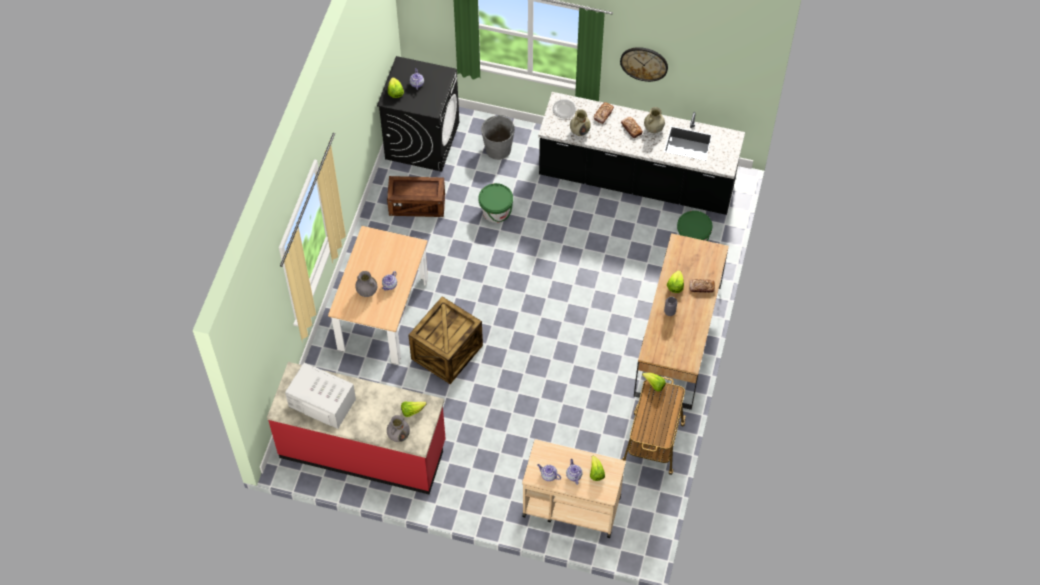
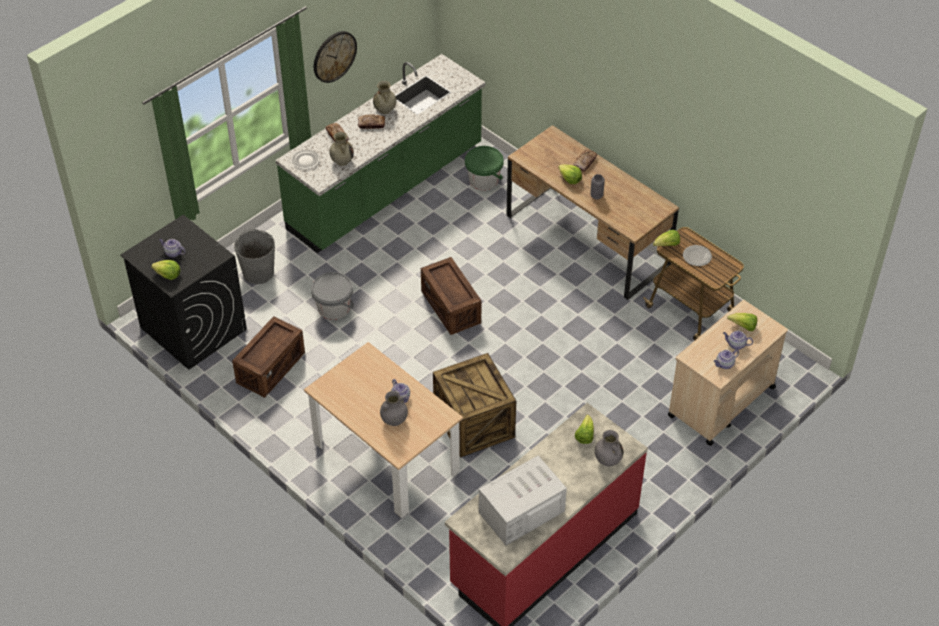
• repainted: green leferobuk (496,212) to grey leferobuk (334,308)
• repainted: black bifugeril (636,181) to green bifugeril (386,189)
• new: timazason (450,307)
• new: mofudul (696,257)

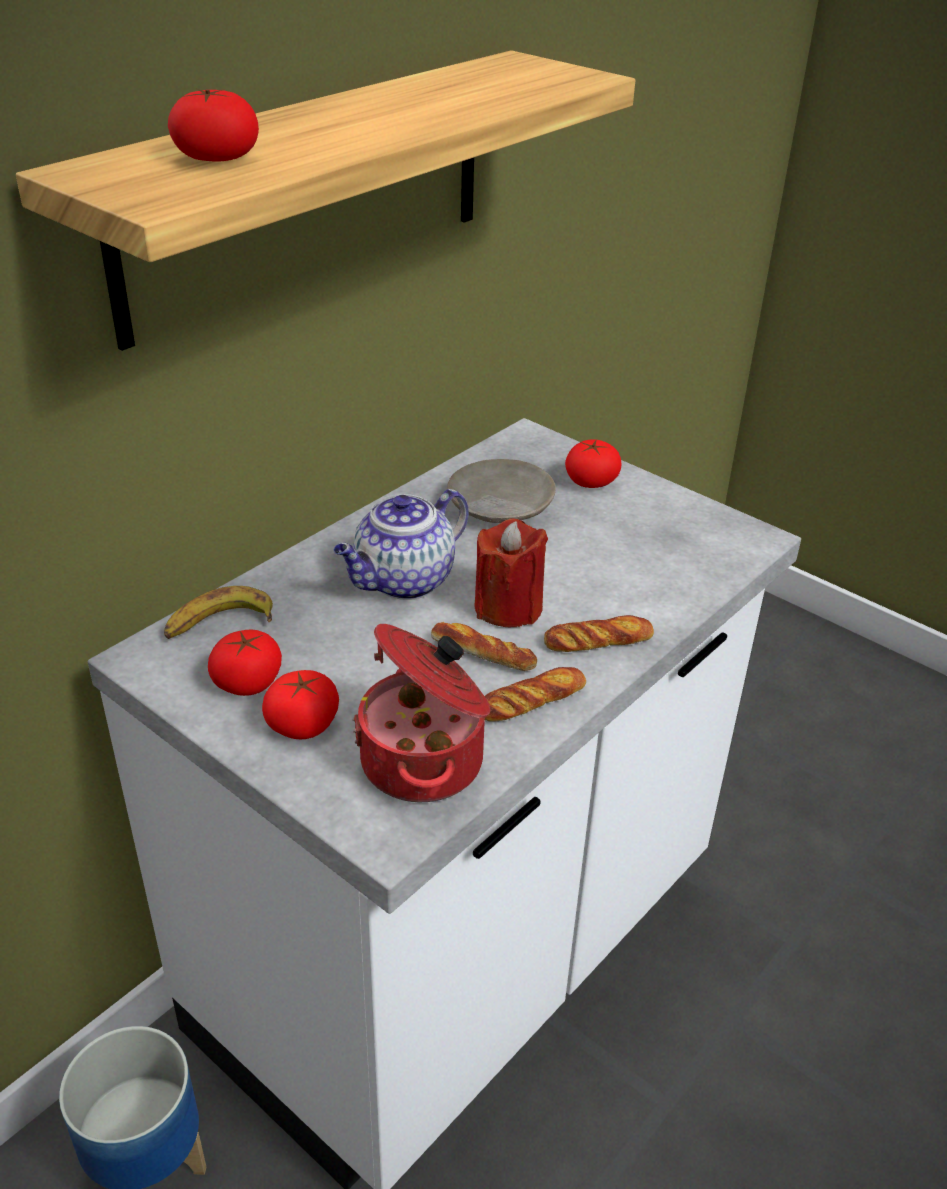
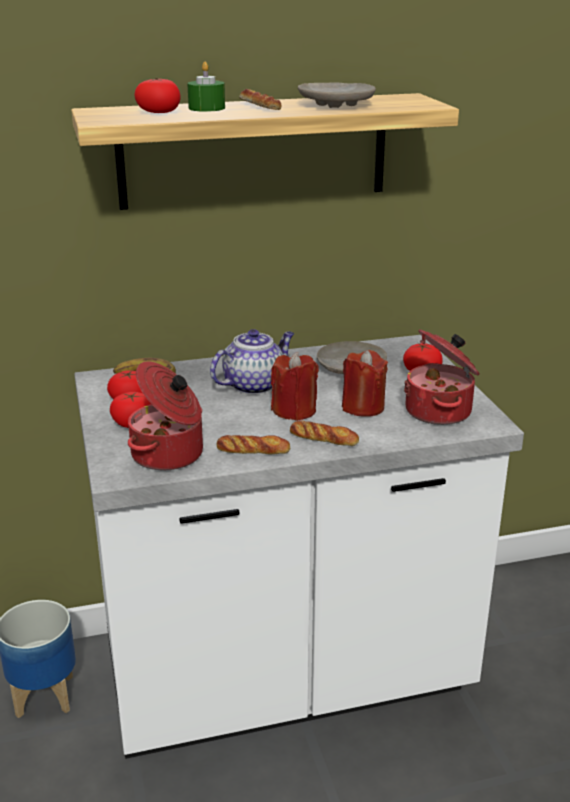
• rotated: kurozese (403,581) = (254,385) 150 degrees clockwise
• shifted: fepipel (483,653) to (259,106)
• new: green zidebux (206,108)
• new: beige mofudul (336,104)
• new: red zidebux (363,407)
• new: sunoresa (440,411)

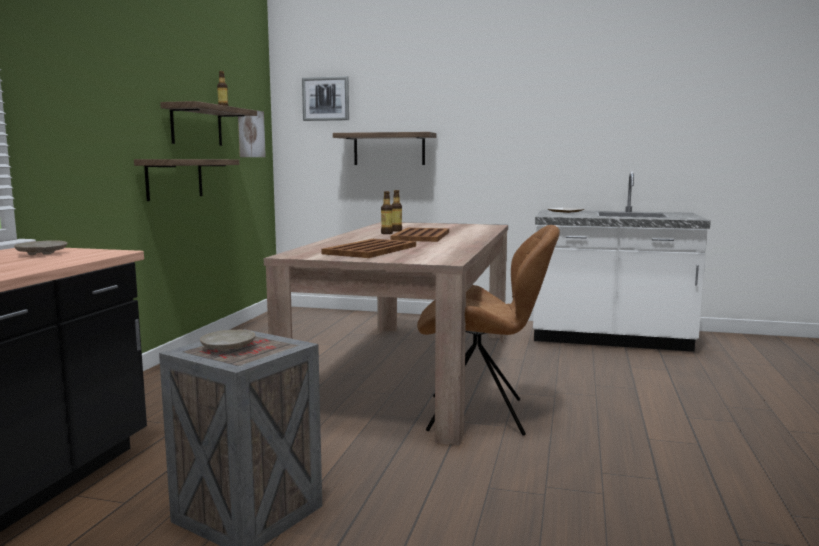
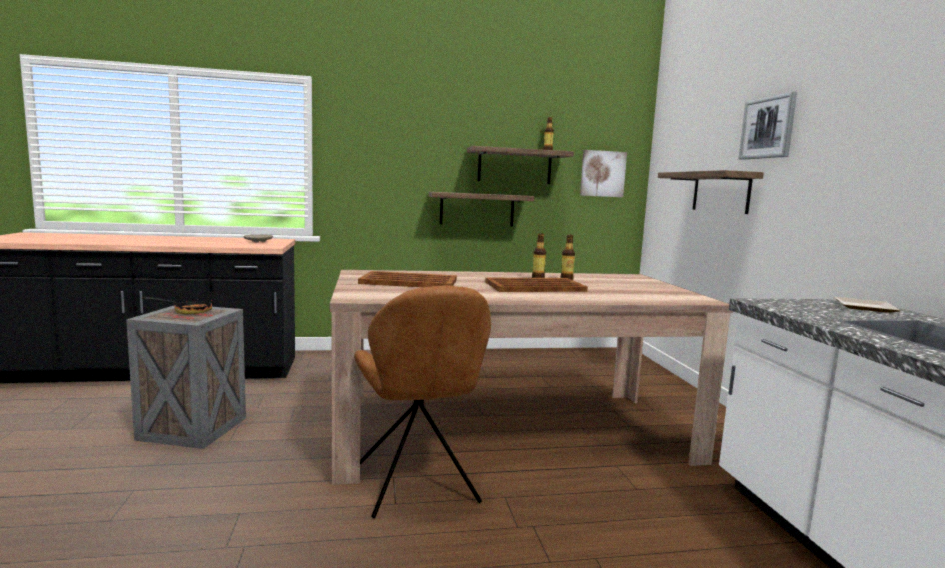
• swapped: beige mofudul (227,348) to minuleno (187,311)
• shifted: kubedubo (326,99) to (768,128)

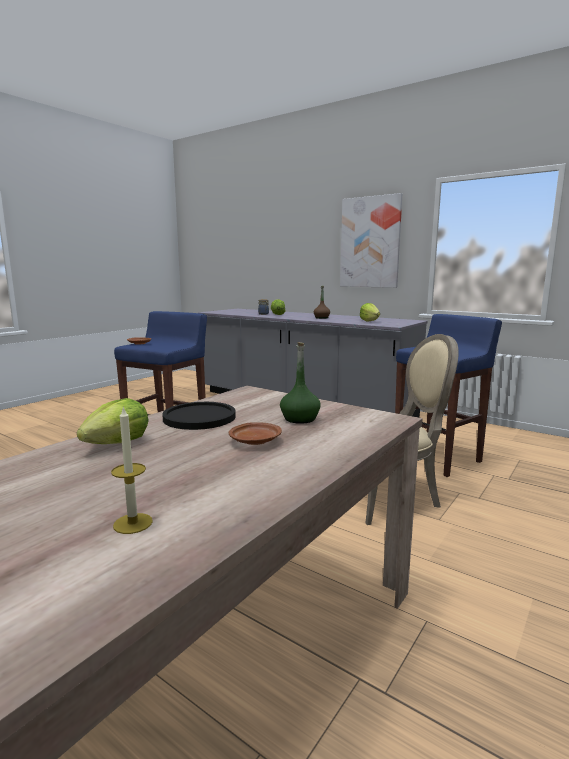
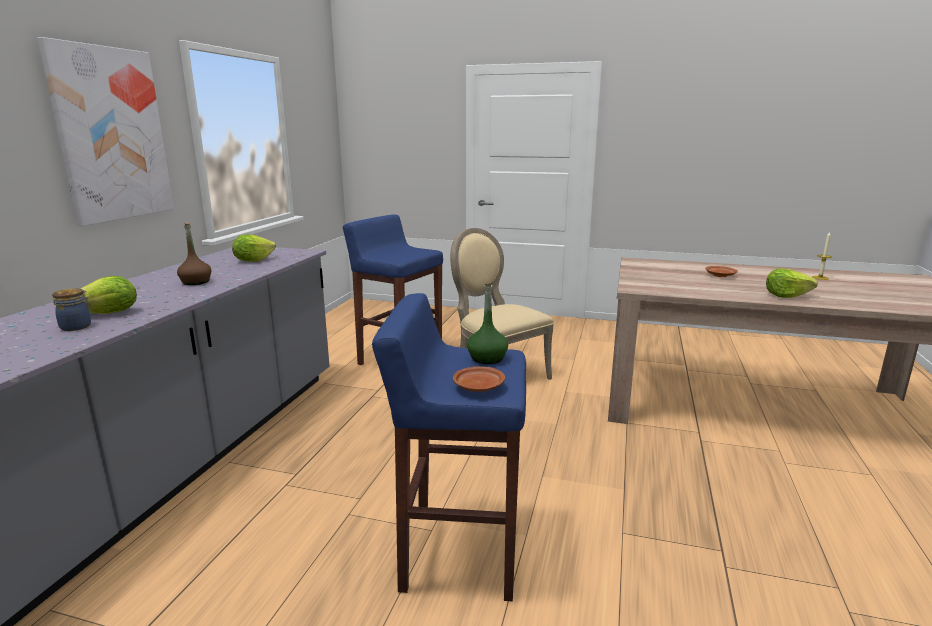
• gone: black mofudul (199,417)
• shifted: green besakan (300,419) to (487,358)

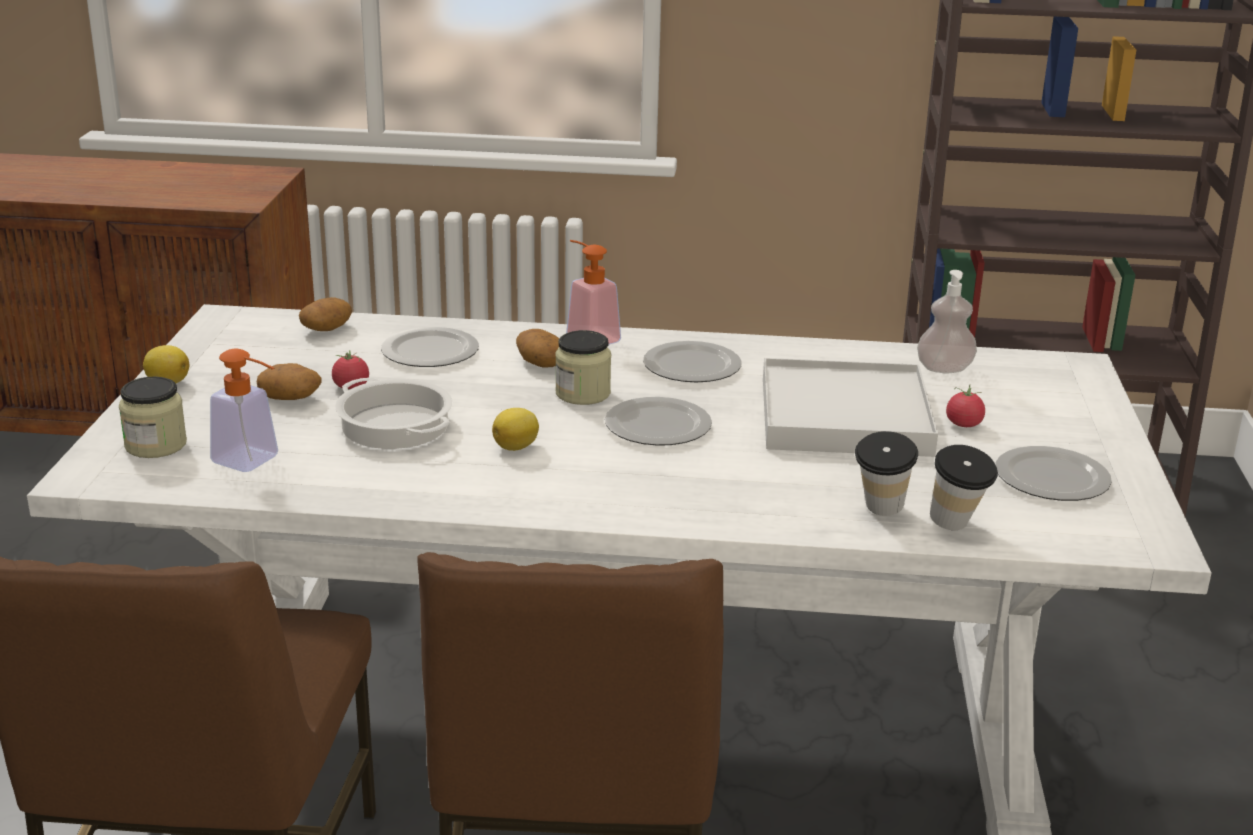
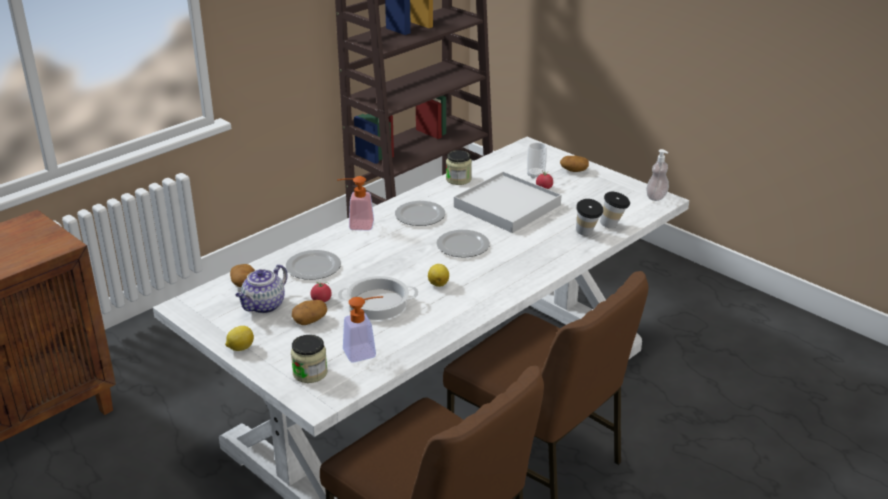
• shifted: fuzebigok (541,363) to (573,170)
• shifted: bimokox (583,393) to (458,179)
• shifted: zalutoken (944,369) to (656,197)
• gone: mofudul (1050,479)
• new: kurozese (264,306)
• new: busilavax (536,175)

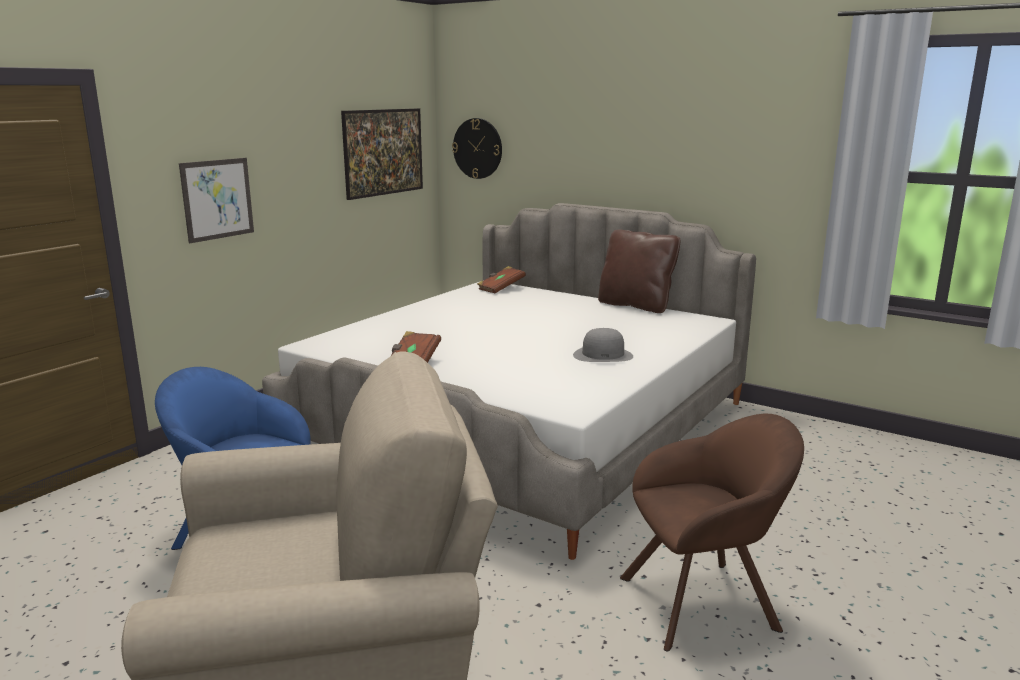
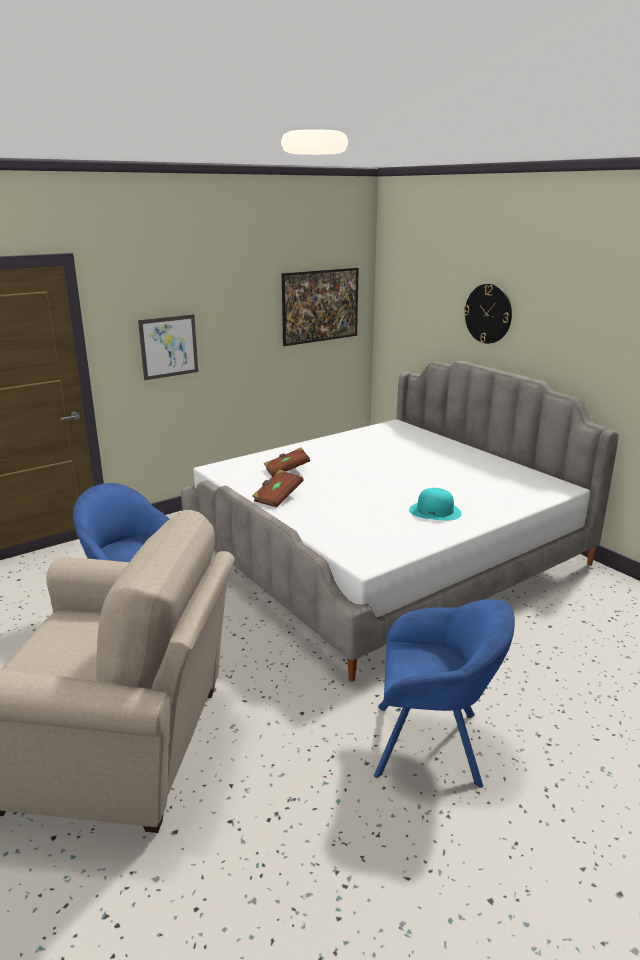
• shifted: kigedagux (477,148) to (488,313)
• shifted: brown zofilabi (501,289) to (286,470)
• repainted: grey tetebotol (603,355) to turquoise tetebotol (435,511)
• gone: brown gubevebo (636,305)
• repainted: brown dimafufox (706,602) to blue dimafufox (434,744)

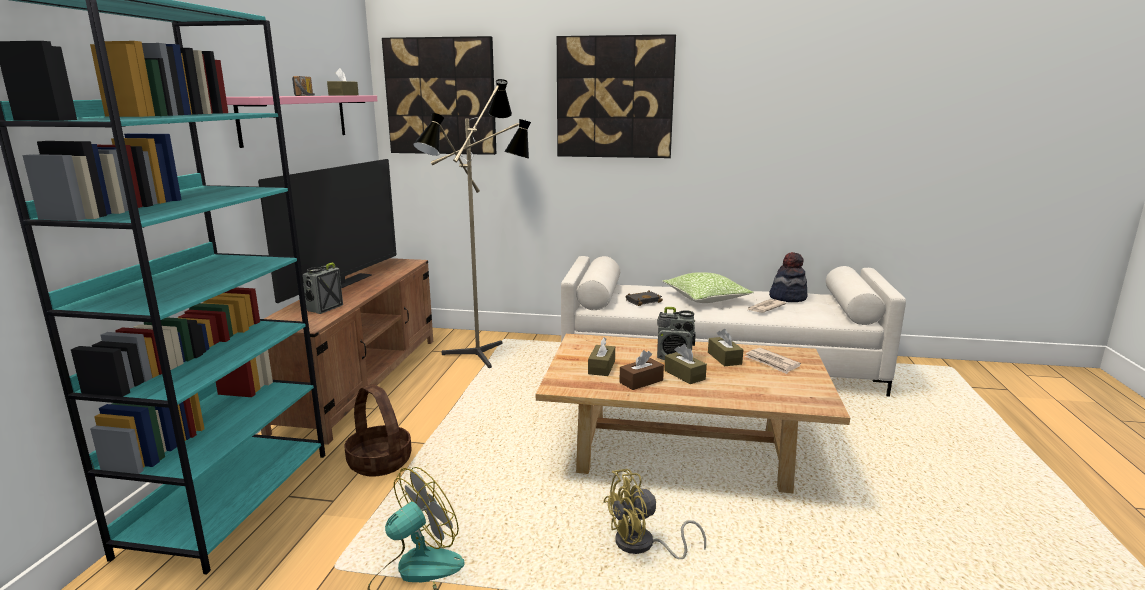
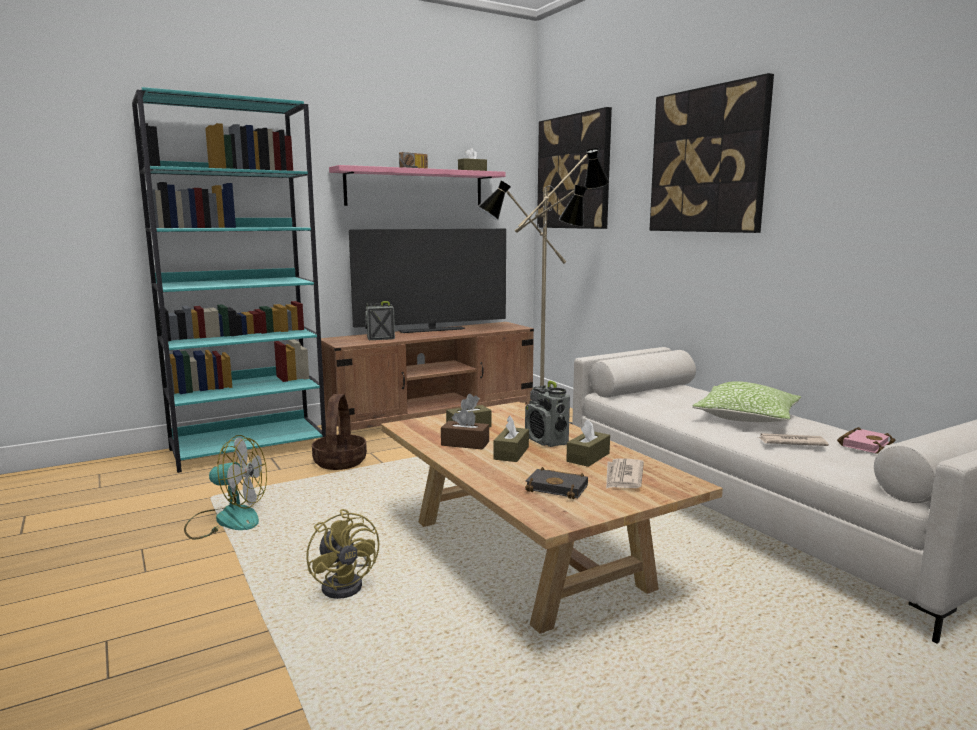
• rotated: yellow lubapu (642,546) = (347,584) 150 degrees counterclockwise
• shifted: black zofilabi (643,300) to (559,488)
• swapped: tetebotol (787,297) to pink zofilabi (863,444)

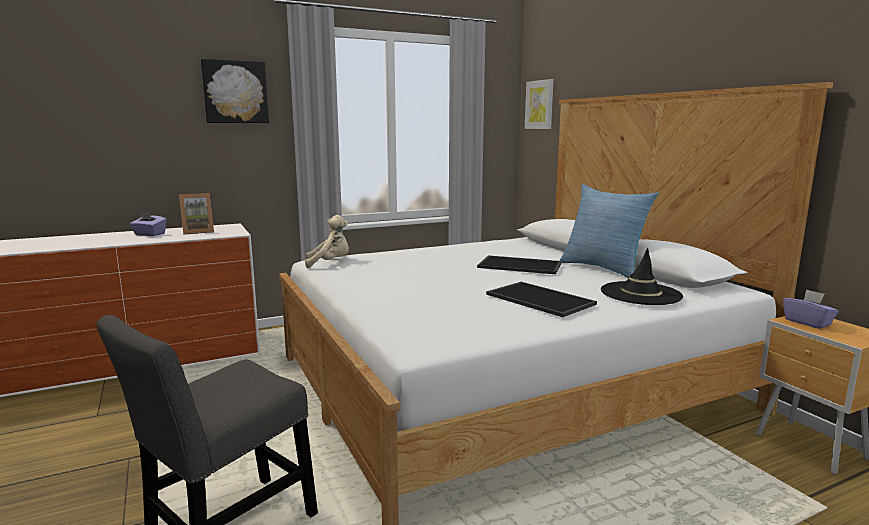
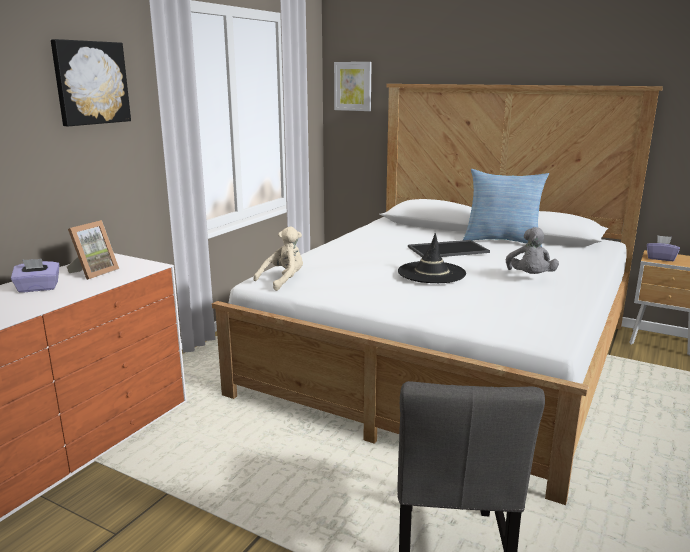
• swapped: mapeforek (538,299) to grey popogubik (530,277)
• shifted: black tetebotol (640,294) to (431,273)

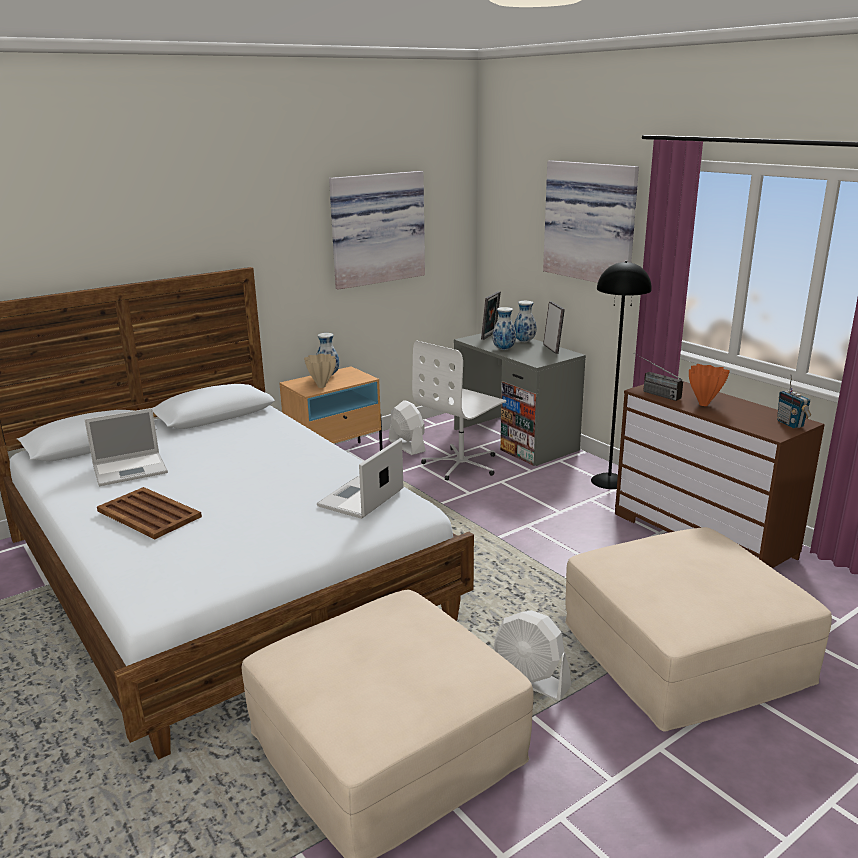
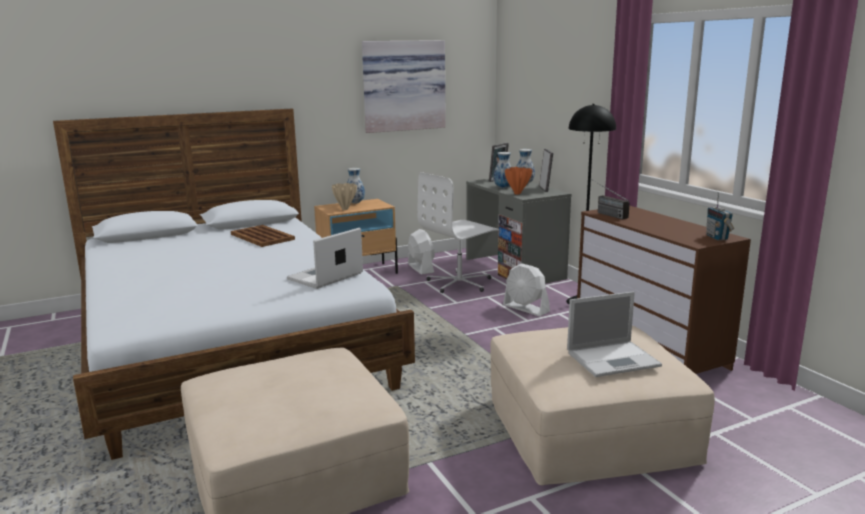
• shifted: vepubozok (131,469) to (614,359)
• shifted: brown mapeforek (149,514) to (262,237)
• shifted: white lubapu (530,680) to (526,308)
• gone: kubedubo (592,222)
• shifted: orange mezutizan (704,404) to (517,194)

